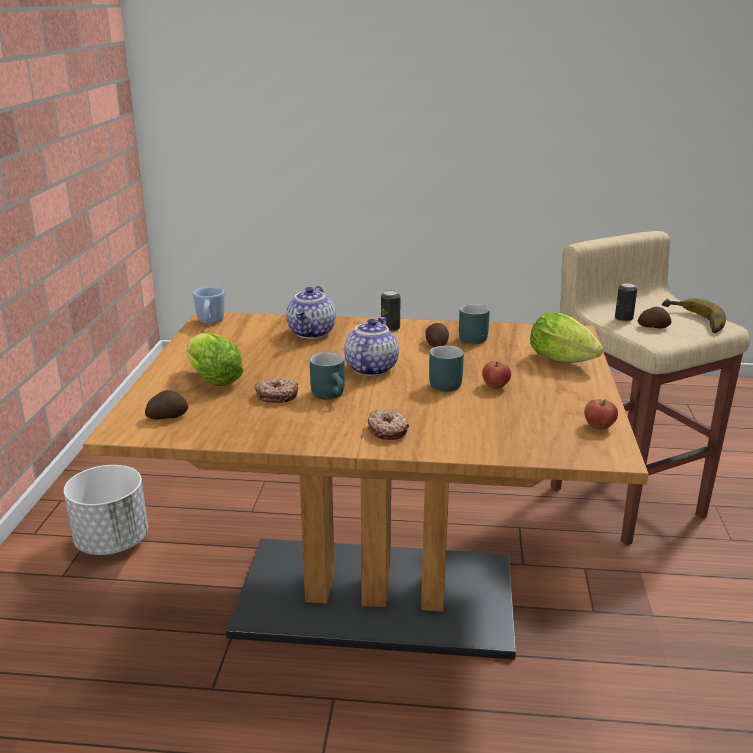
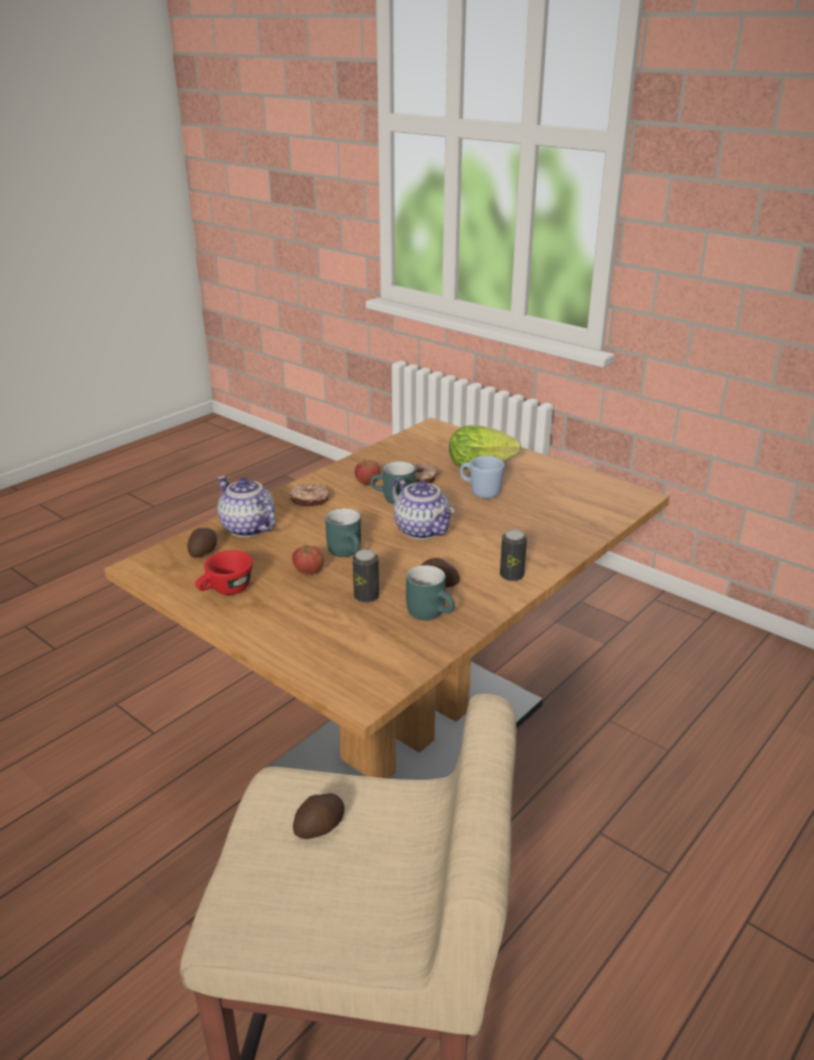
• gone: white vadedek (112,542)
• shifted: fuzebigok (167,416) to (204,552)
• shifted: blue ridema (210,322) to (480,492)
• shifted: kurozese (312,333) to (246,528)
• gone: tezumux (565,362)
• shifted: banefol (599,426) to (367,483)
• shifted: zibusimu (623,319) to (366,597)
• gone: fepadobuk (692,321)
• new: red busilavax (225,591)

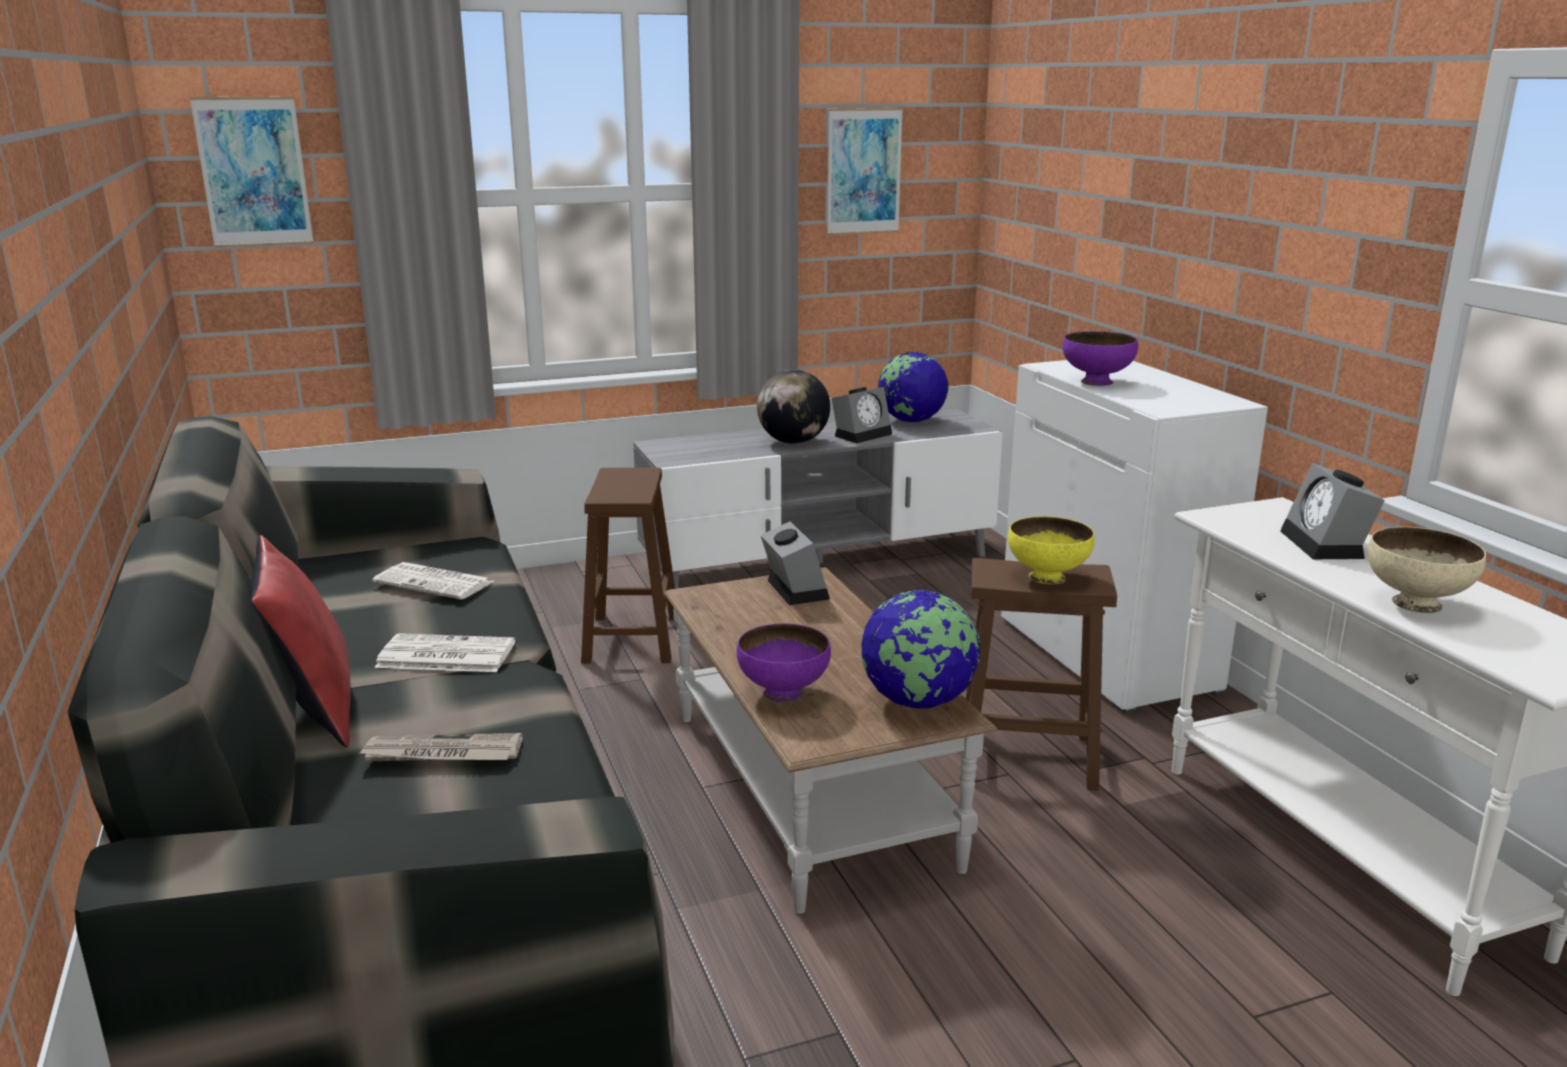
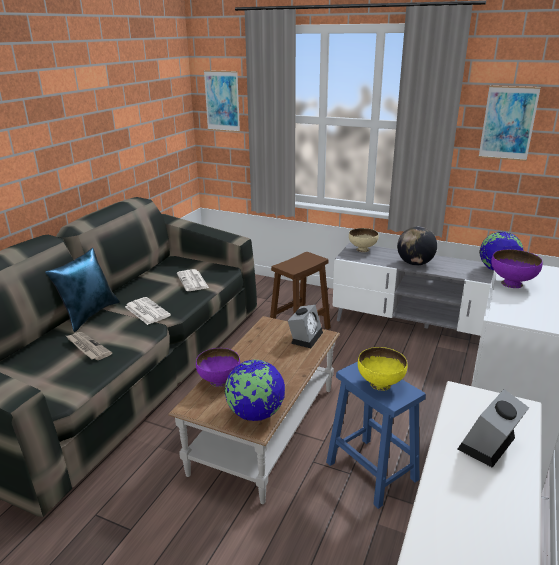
• repainted: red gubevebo (313,710) to blue gubevebo (89,314)
• gone: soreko (862,434)
• repainted: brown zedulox (1029,756) to blue zedulox (373,472)
• shifted: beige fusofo (1415,603) to (362,249)

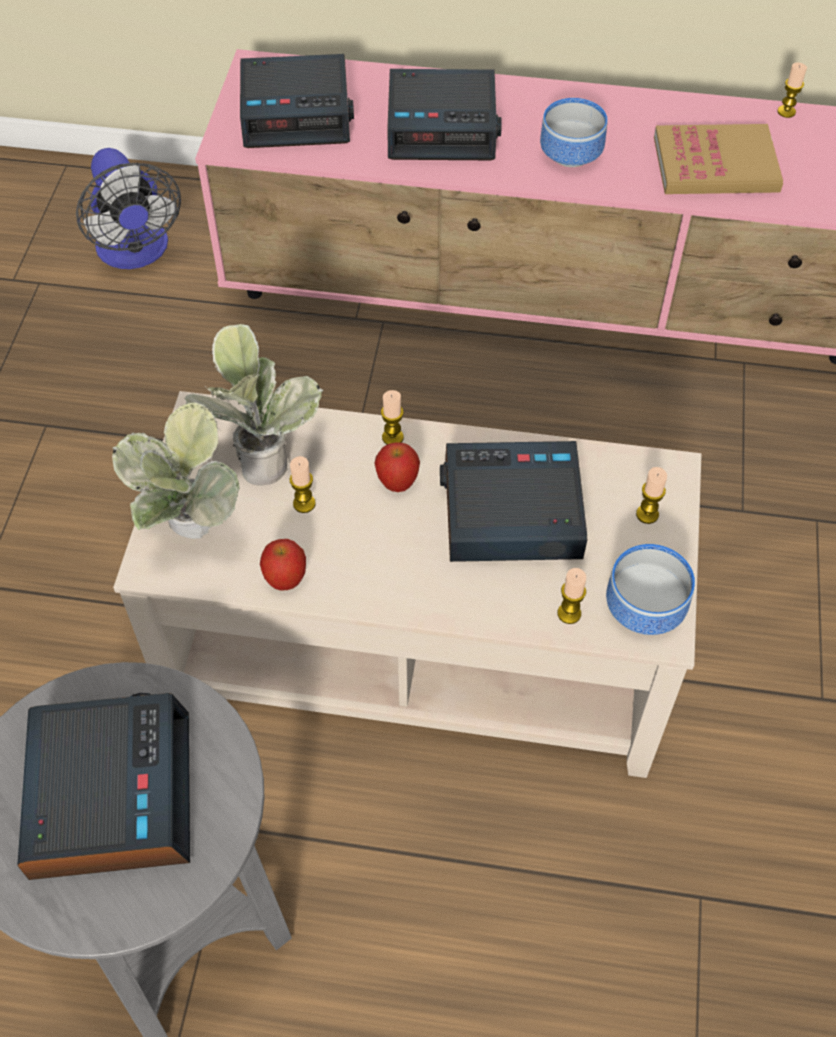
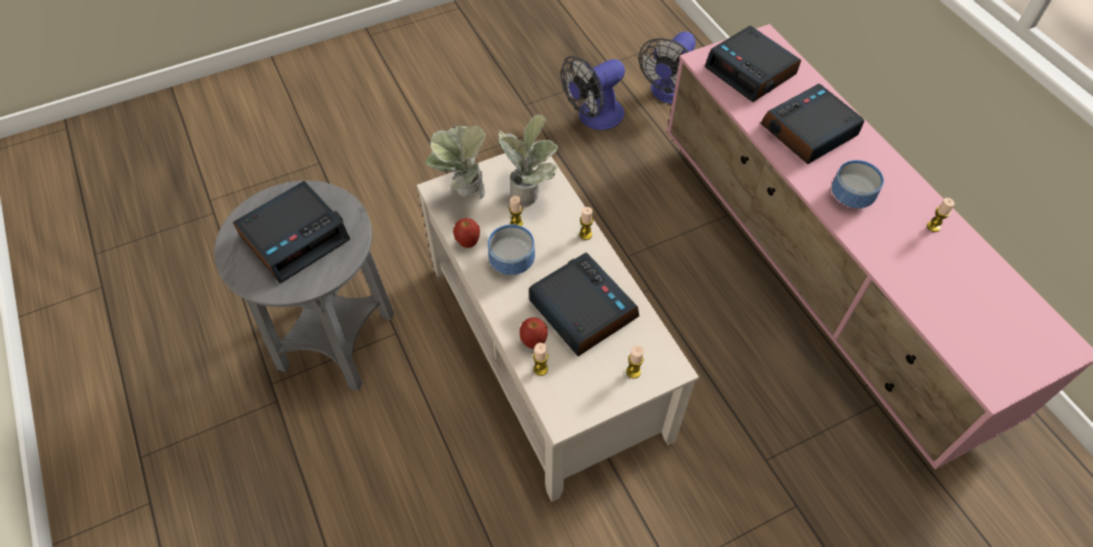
• shifted: banefol (397,483) to (533,342)
• rotated: soreko (443,126) = (808,132) 90 degrees clockwise
• shifted: fusofo (642,611) to (509,261)
• gone: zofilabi (715,165)
• shifted: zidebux (786,112) to (933,226)
• new: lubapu (594,118)

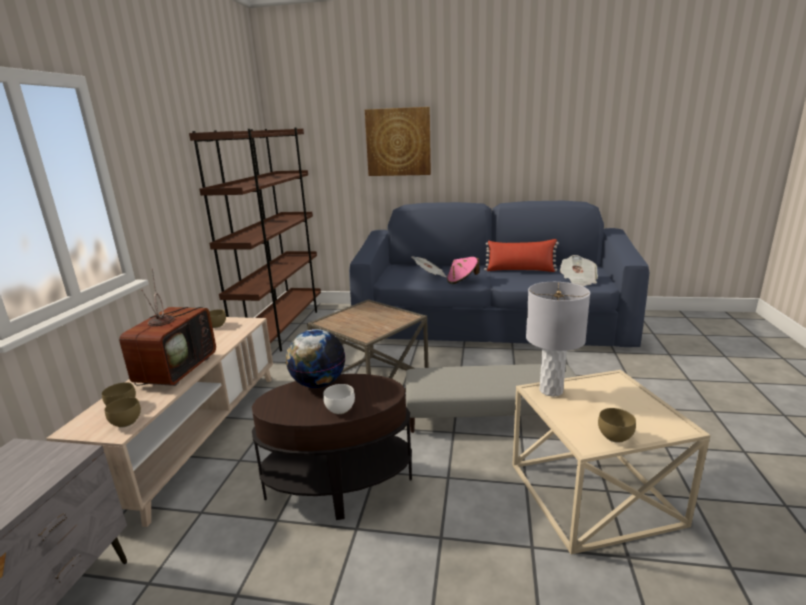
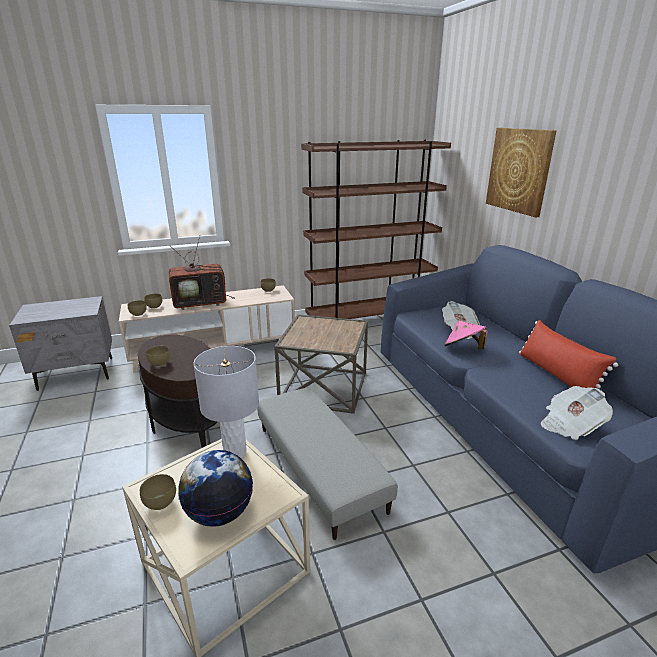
• shifted: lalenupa (318,384) to (219,513)
• repainted: white fusofo (339,409) to brown fusofo (160,363)

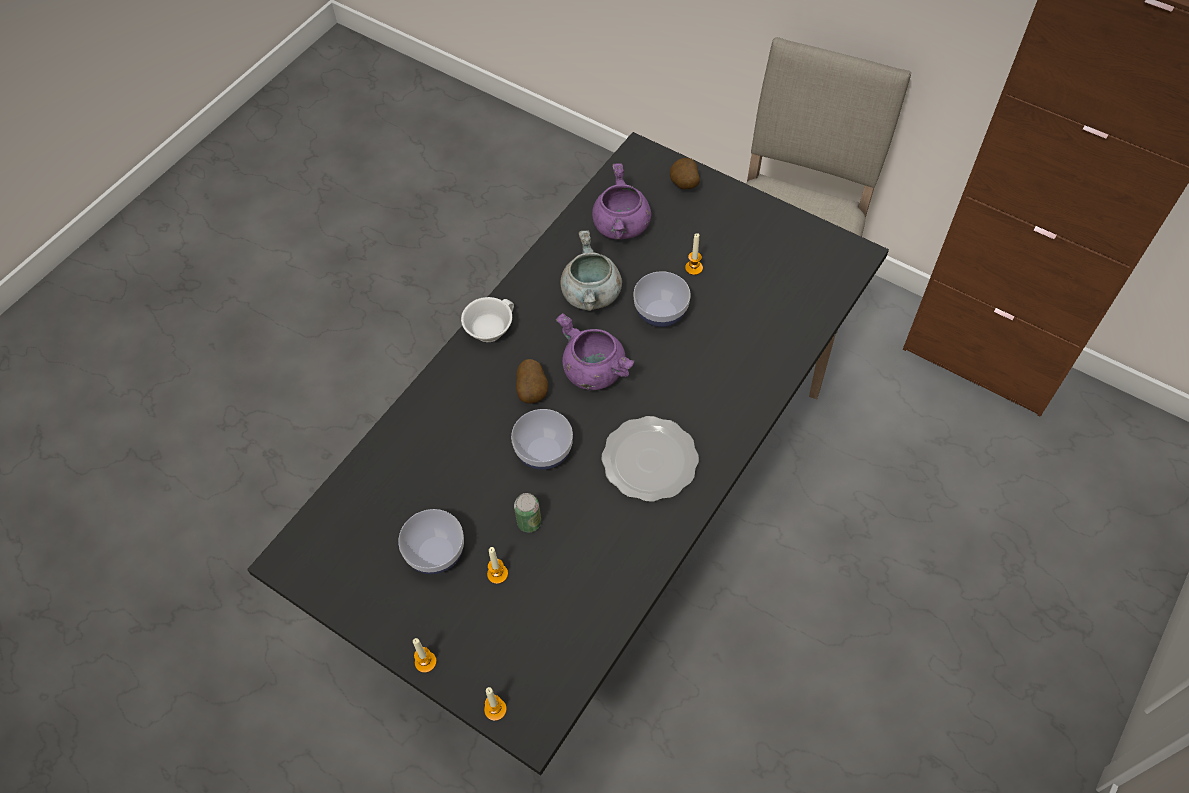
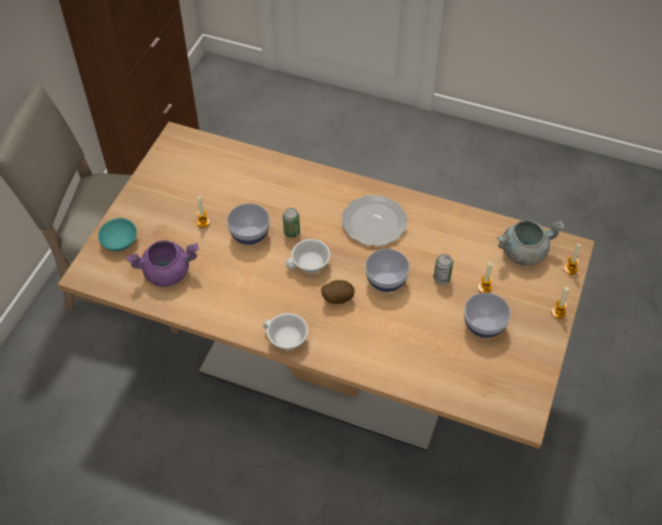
• repainted: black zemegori (599,515) to beige zemegori (330,364)
• swapped: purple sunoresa (593,371) to white busilavax (310,266)
• shifted: grey sunoresa (591,295) to (523,252)
• swapped: fuzebigok (683,185) to turquoise fusofo (118,240)
• new: zibusimu (291,232)

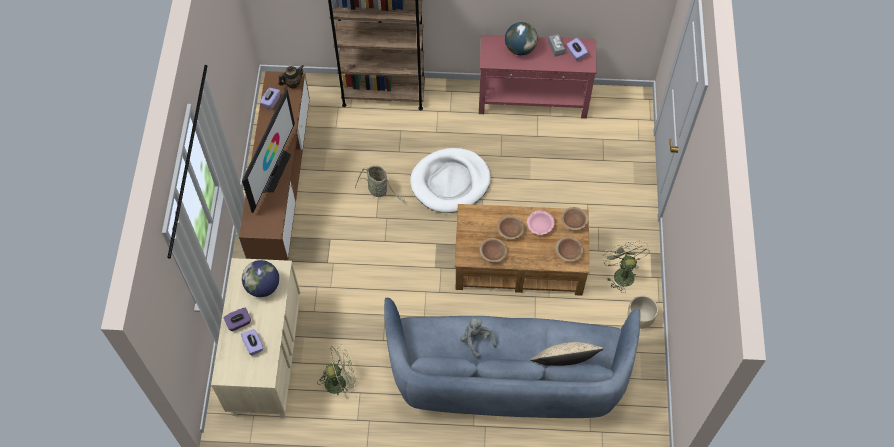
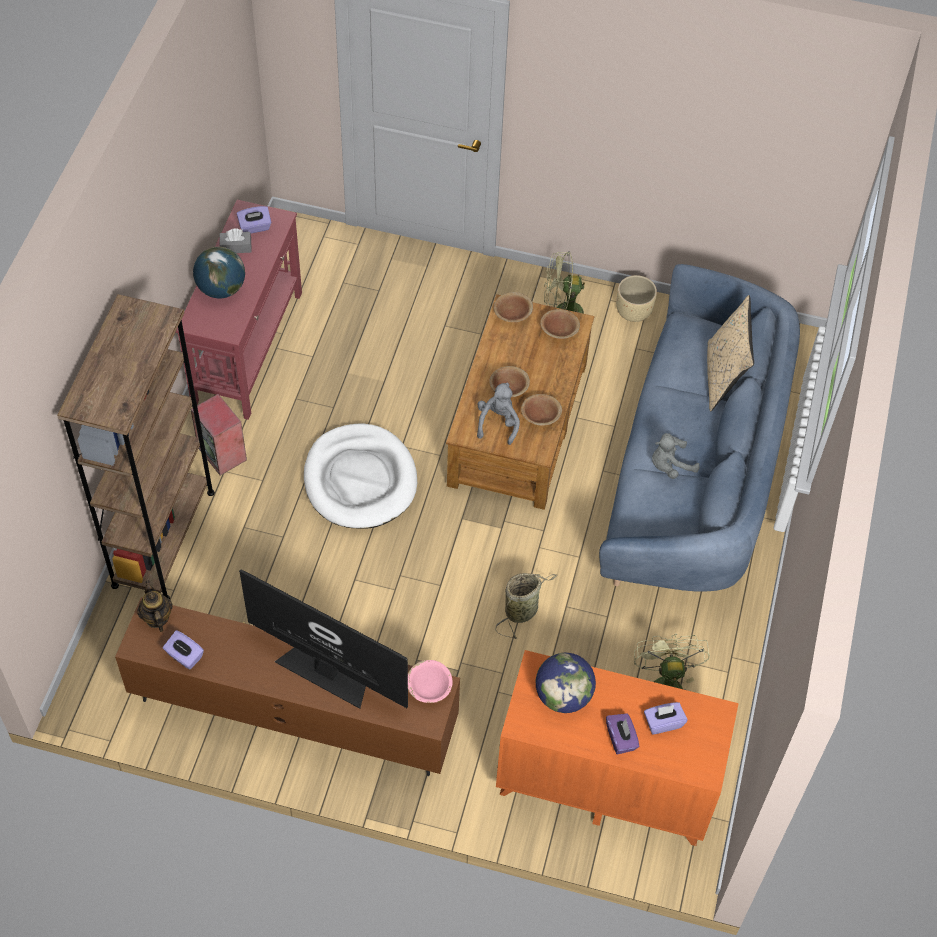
• repainted: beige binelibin (266,357) to orange binelibin (605,782)
• shifted: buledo (379,191) to (522,610)
• shifted: pink fusofo (540,226) to (429,687)
• new: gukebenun (223,454)
• new: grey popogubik (498,423)

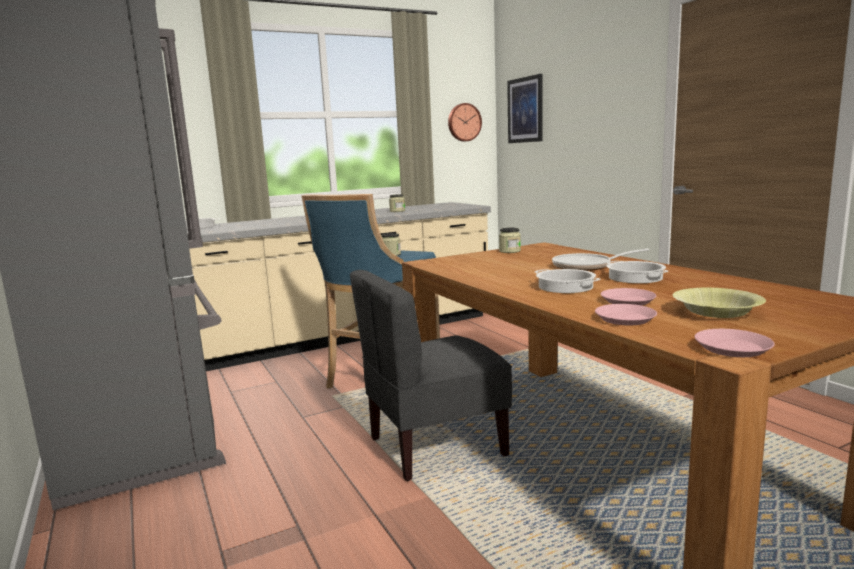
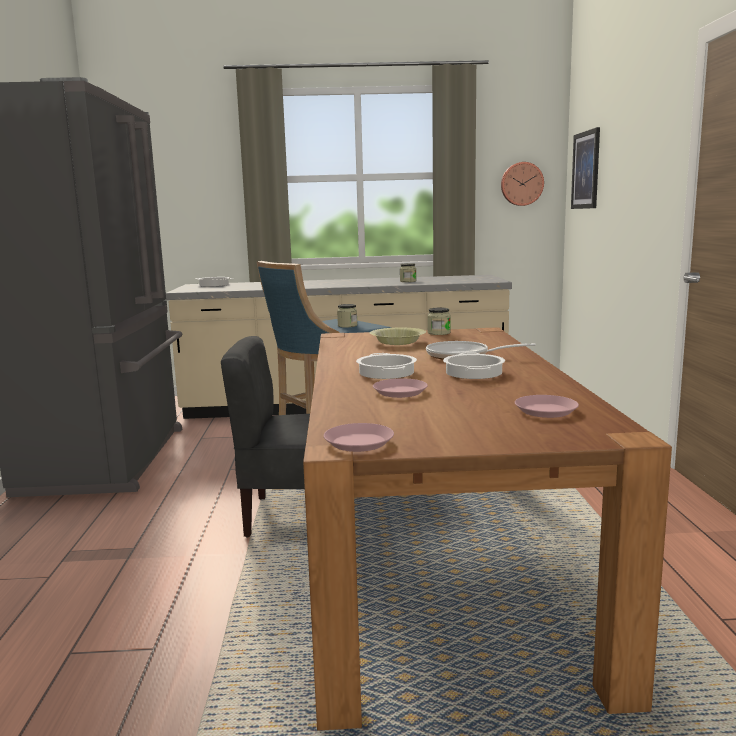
• shifted: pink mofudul (624,319) to (545,411)
• shifted: yellow fusofo (716,312) to (397,342)

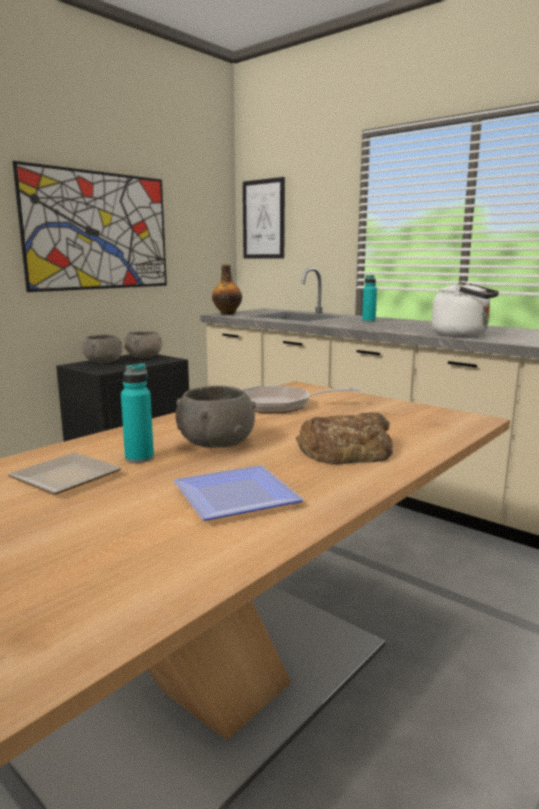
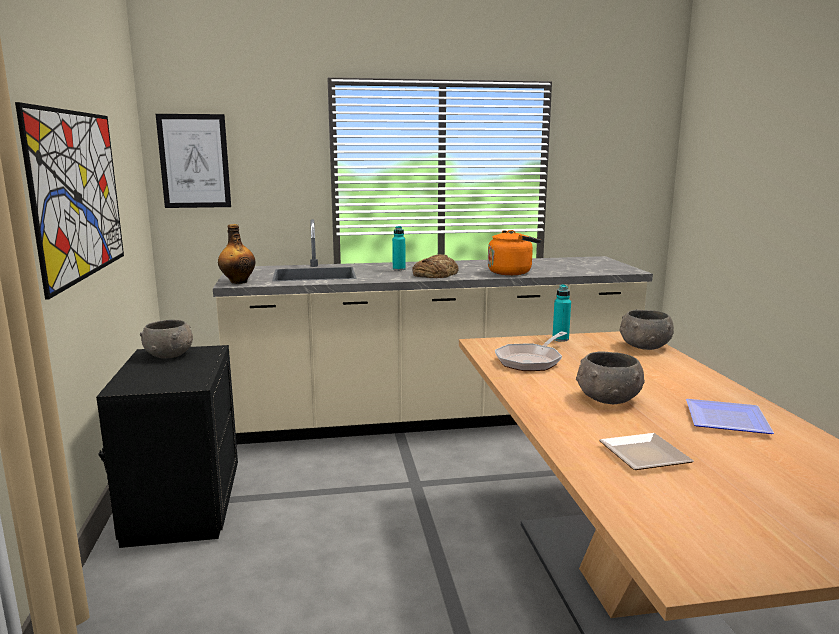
• shifted: grey fusofo (103,362) to (644,346)
• shifted: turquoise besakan (139,458) to (560,339)
• shifted: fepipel (346,450) to (435,273)
• repainted: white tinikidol (463,334) to orange tinikidol (512,272)

